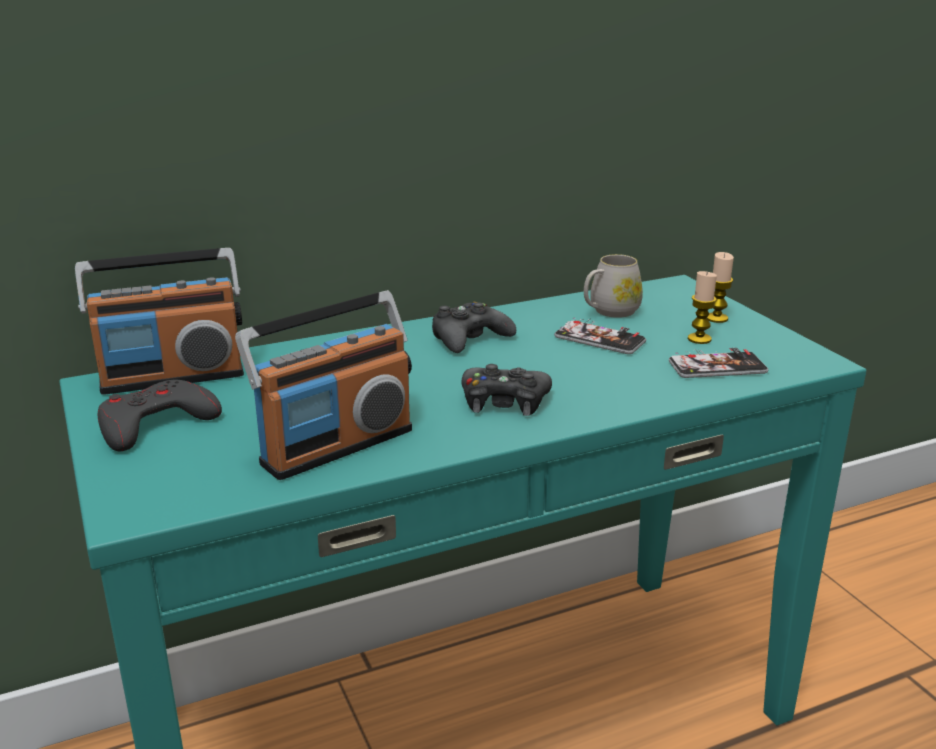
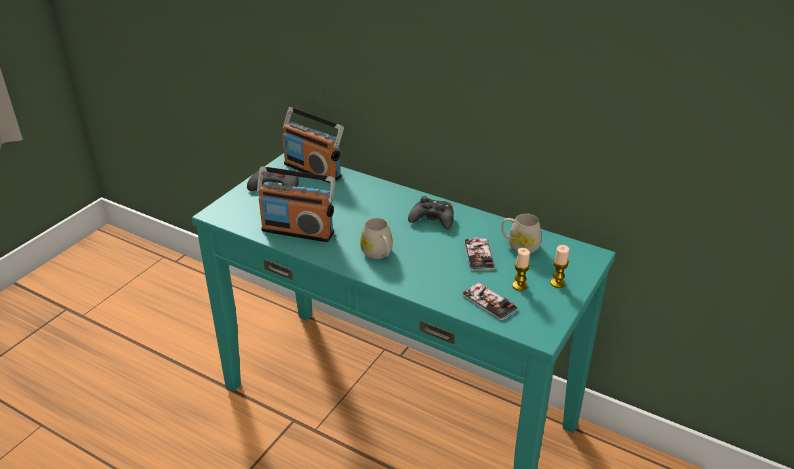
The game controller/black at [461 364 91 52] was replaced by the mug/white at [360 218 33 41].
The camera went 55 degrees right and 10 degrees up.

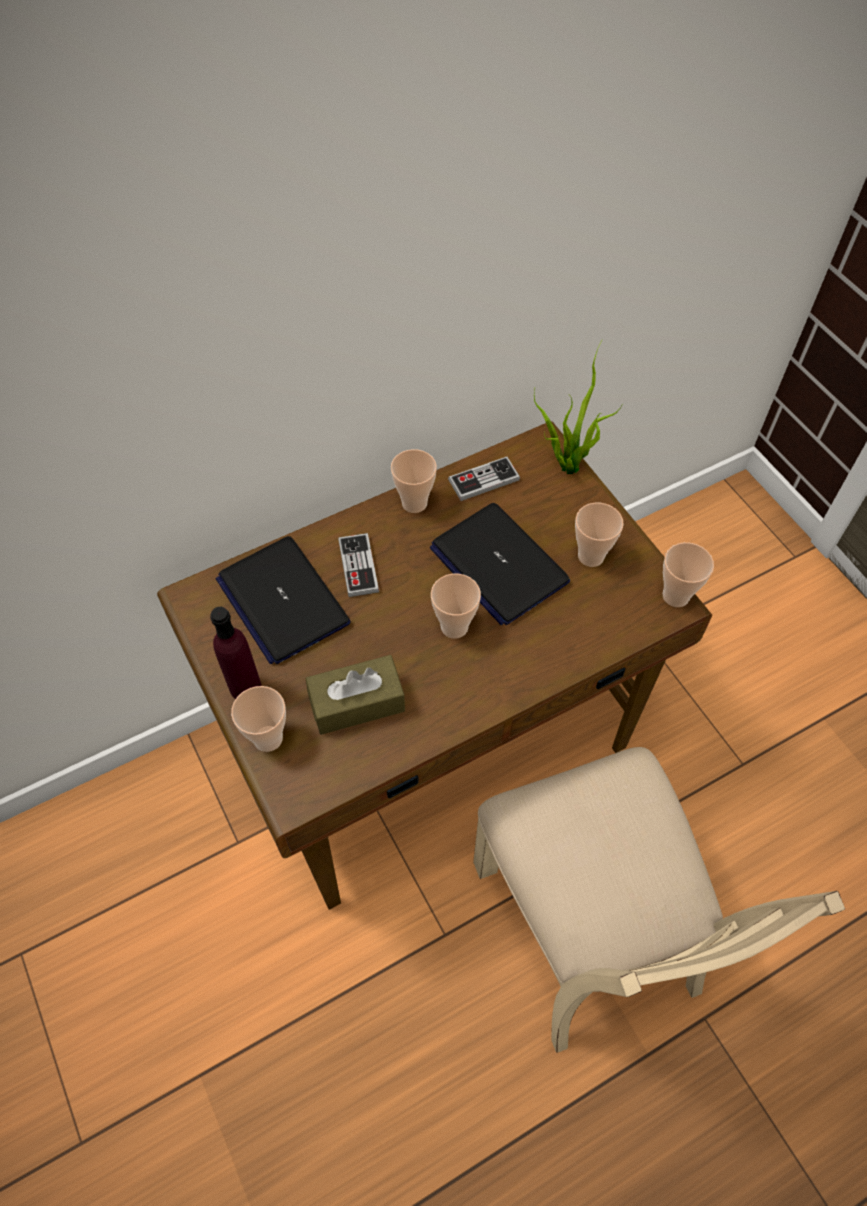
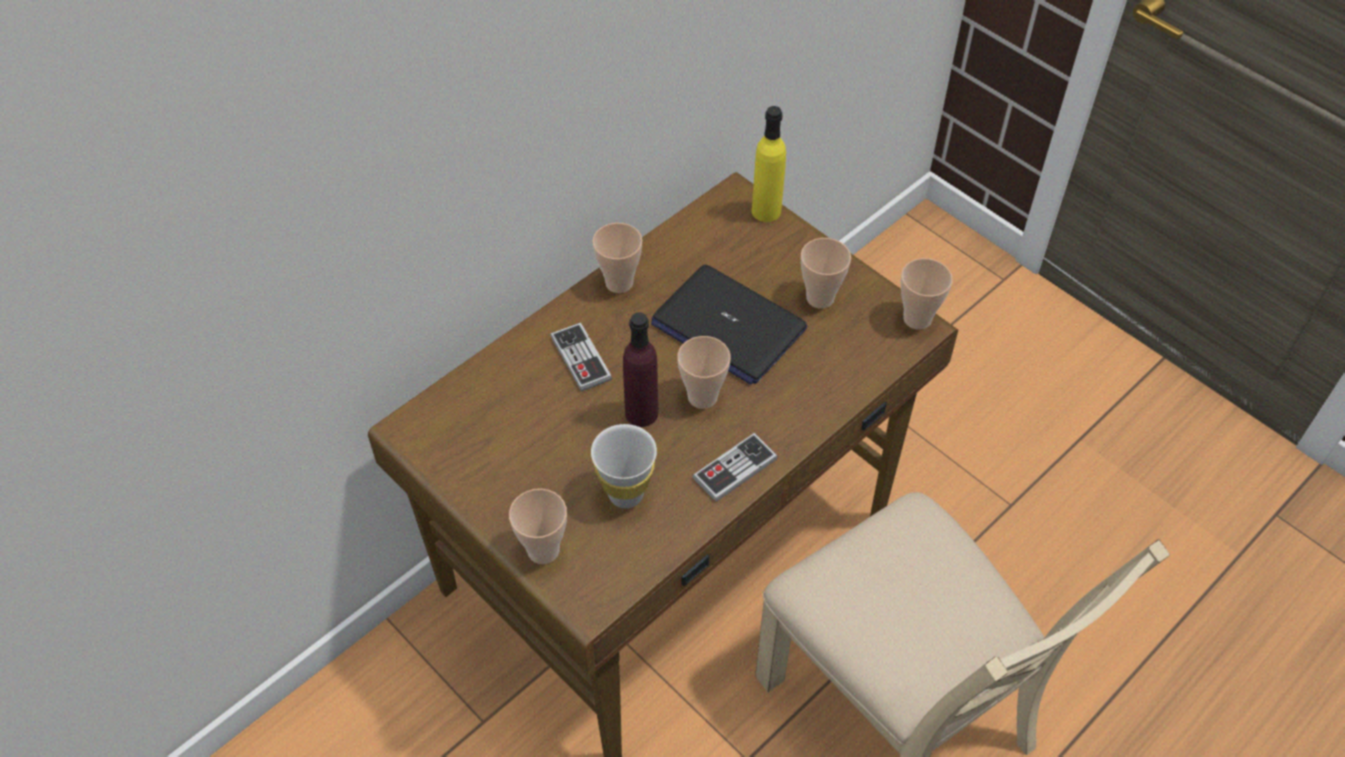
The laptop at [216 536 135 128] disappeared.
The bottle/purple moved from [210 607 51 92] to [623 312 35 115].
The game controller moved from [448 457 72 44] to [693 433 85 69].
The tissue box/brown at [306 655 99 80] was replaced by the cup/white at [591 424 66 84].
The potted plant at [534 339 88 135] was replaced by the bottle/yellow at [752 106 34 116].
The camera went 15 degrees left and 5 degrees down.

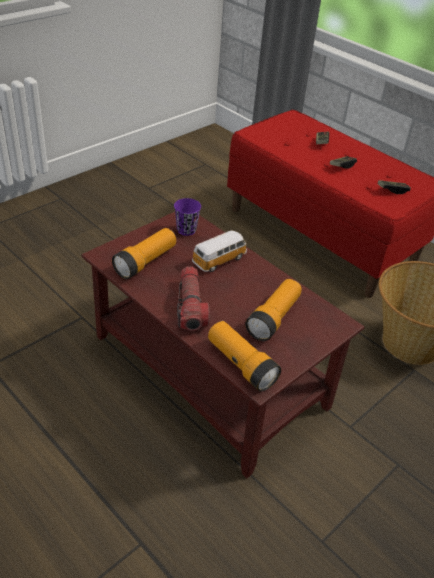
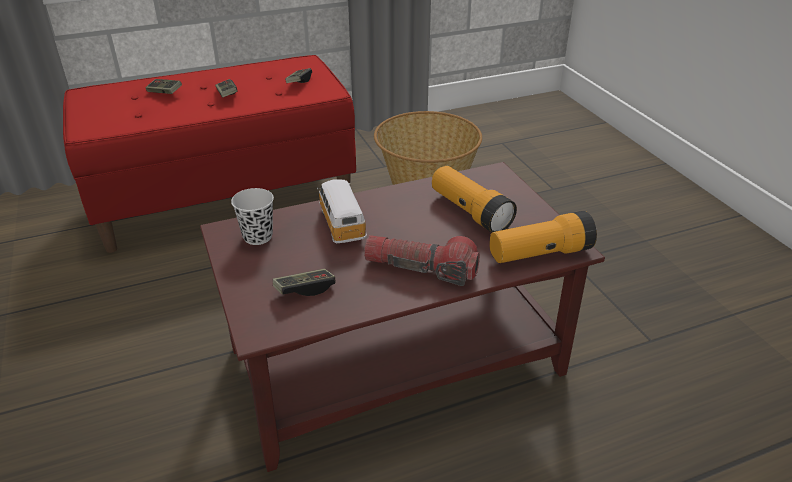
The flashlight at [112 228 64 51] was replaced by the game controller at [273 269 62 27].
The cup/purple at [174 198 27 38] became the cup/black at [231 188 43 57].
The camera went 65 degrees left and 5 degrees down.

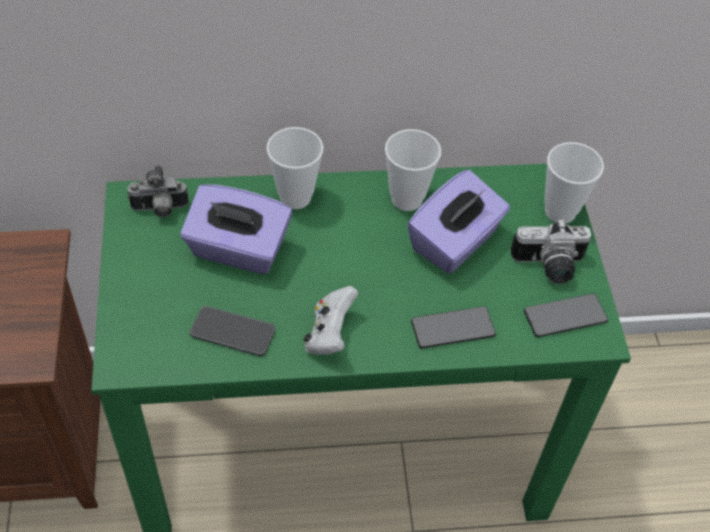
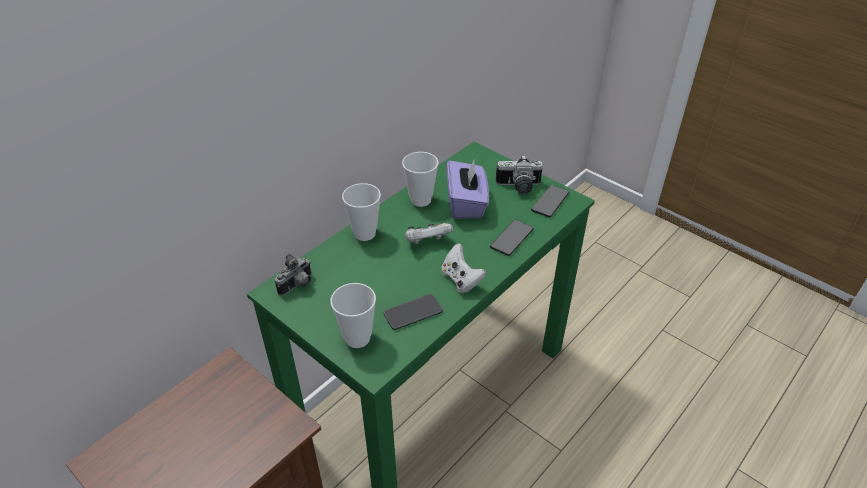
The tissue box/purple at [180 185 112 89] disappeared.
The game controller/white at [405 223 48 21] appeared.
The cup moved from [544 142 60 81] to [330 283 46 65].
The photo camera at [511 219 80 65] turned 45 degrees clockwise.
The camera went 40 degrees left and 10 degrees down.

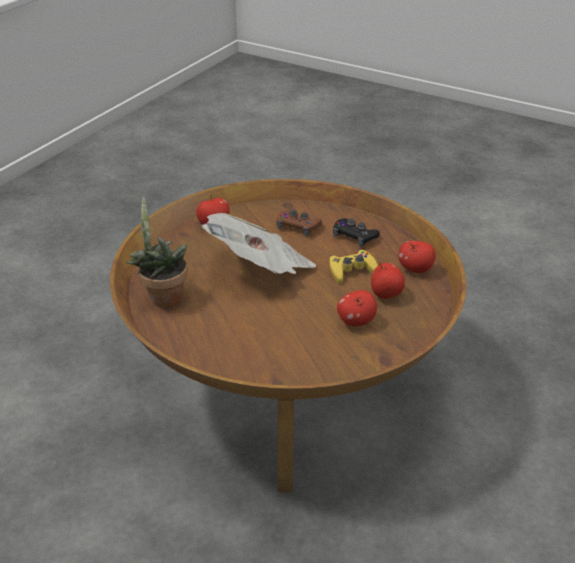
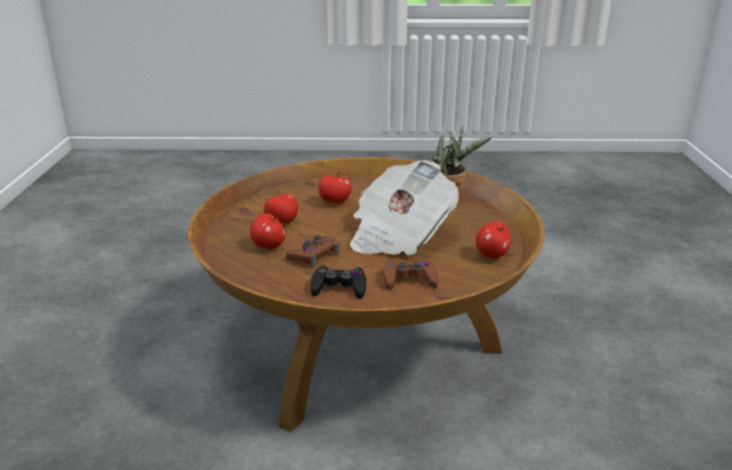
The apple moved from [398 241 38 32] to [319 172 33 32].
The game controller/yellow at [330 249 48 35] became the game controller/brown at [286 235 54 31].
The camera went 150 degrees right and 10 degrees down.

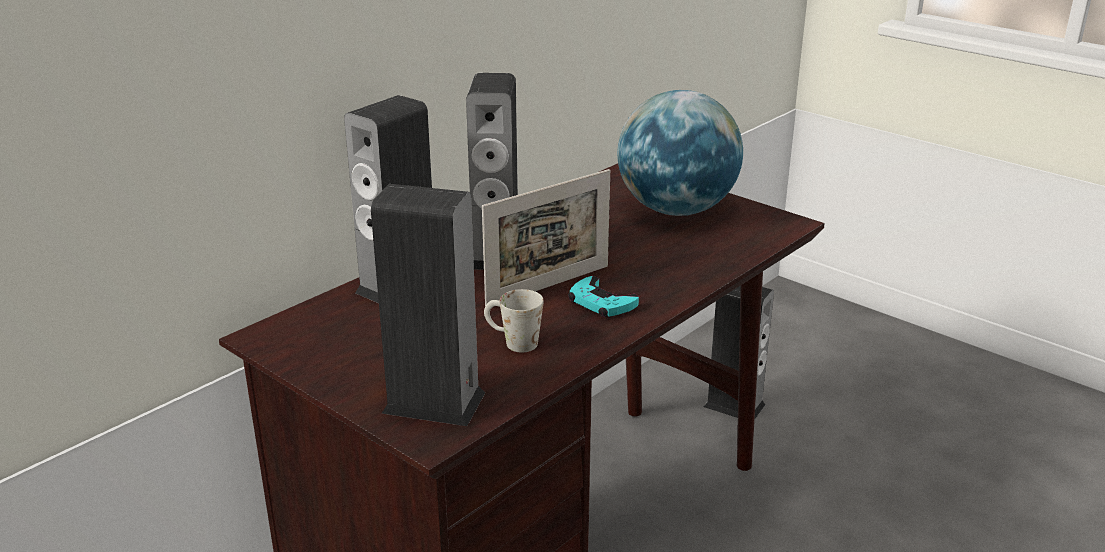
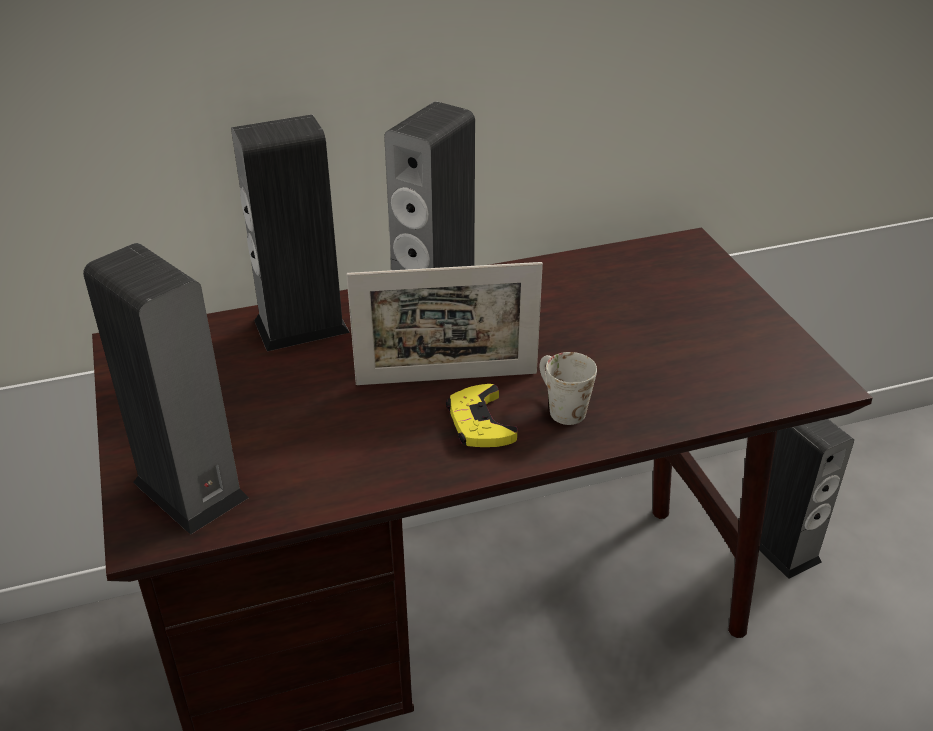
The globe at [617 90 126 126] disappeared.
The mug/white moved from [484 289 60 63] to [540 352 57 73].
The game controller/turquoise at [568 276 71 41] became the game controller/yellow at [446 384 71 63].
The camera went 30 degrees right and 10 degrees up.

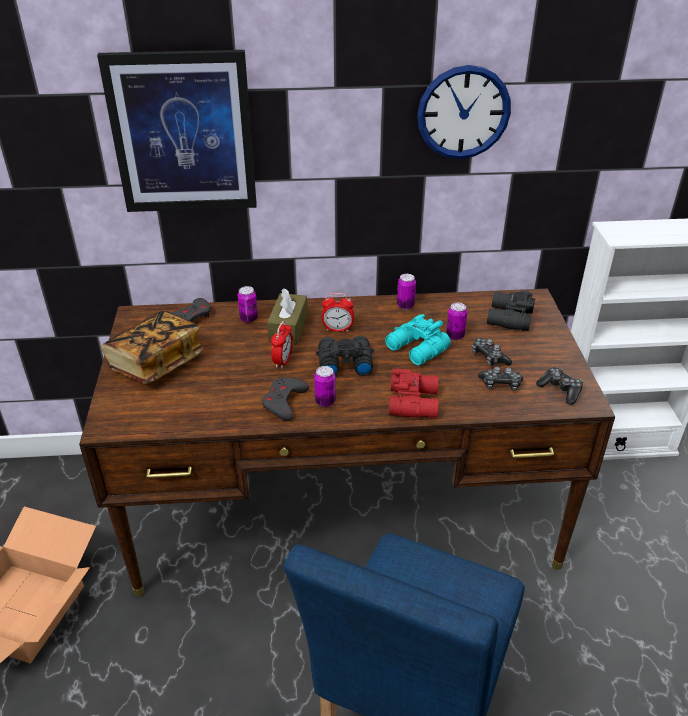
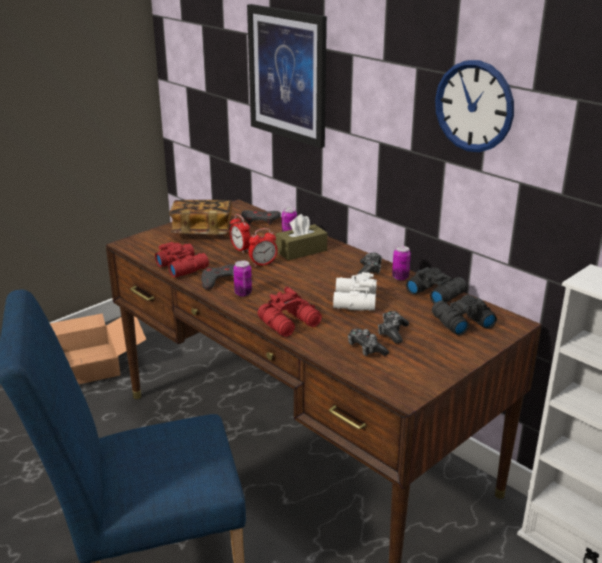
The can at [446 303 22 37] disappeared.
The binoculars/red at [155 242 54 35] appeared.
The binoculars/black moved from [316 335 58 41] to [406 267 61 37].
The alarm clock moved from [321 293 33 39] to [230 214 21 39].
The game controller moved from [536 367 47 38] to [357 253 25 21].
The binoculars/turquoise at [385 314 66 51] became the binoculars/white at [333 272 44 39].
The camera went 50 degrees right and 10 degrees down.

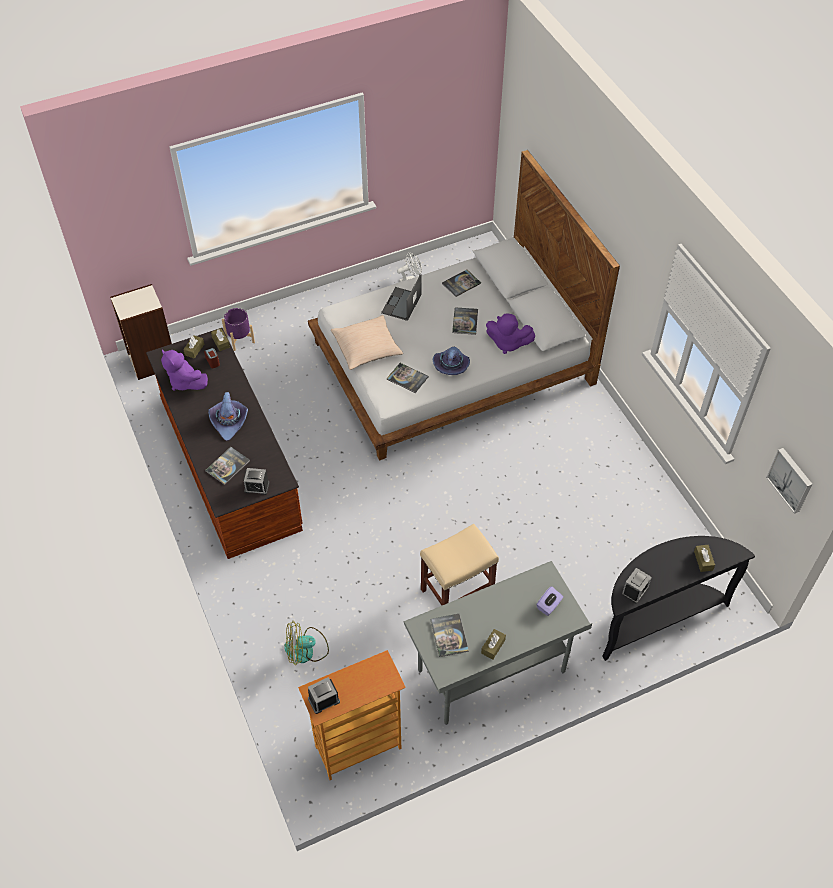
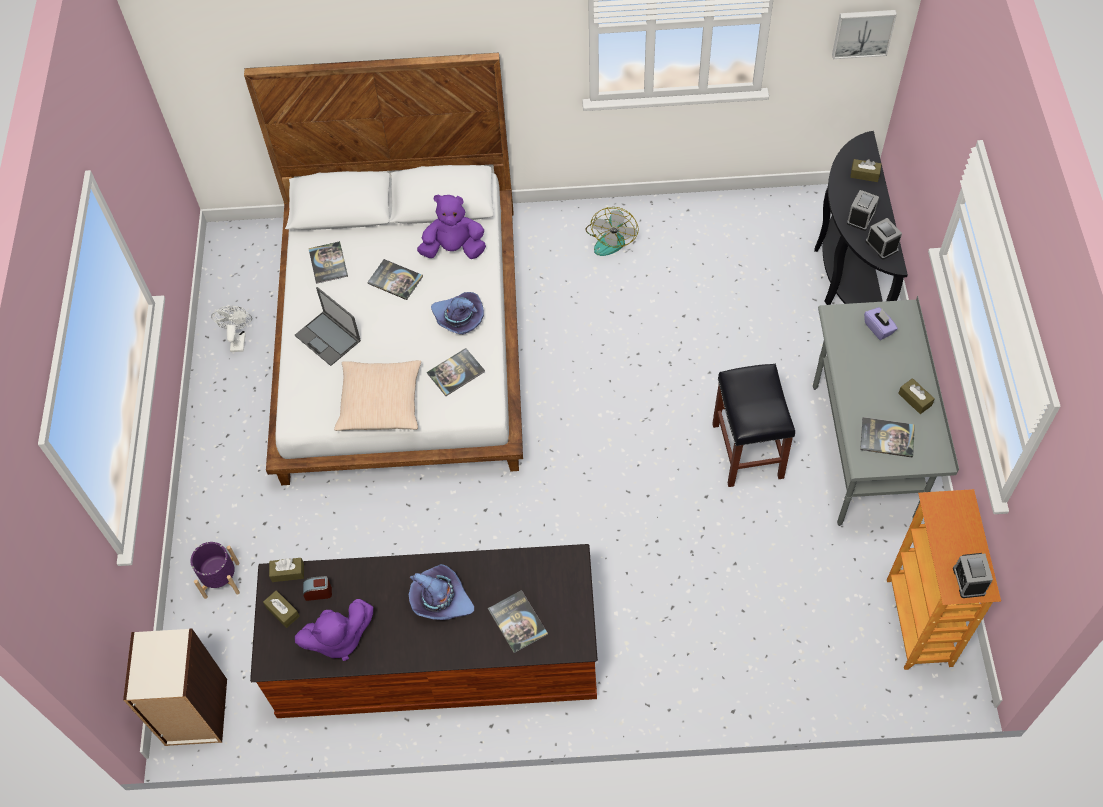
The alarm clock moved from [243 468 27 27] to [847 190 32 41].
The fan moved from [284 621 45 44] to [585 207 54 49].
The stool/beige at [420 524 79 81] became the stool/black at [712 364 83 123].
The plush toy/purple at [486 314 49 40] turned 135 degrees counterclockwise.
The camera went 65 degrees left and 5 degrees up.

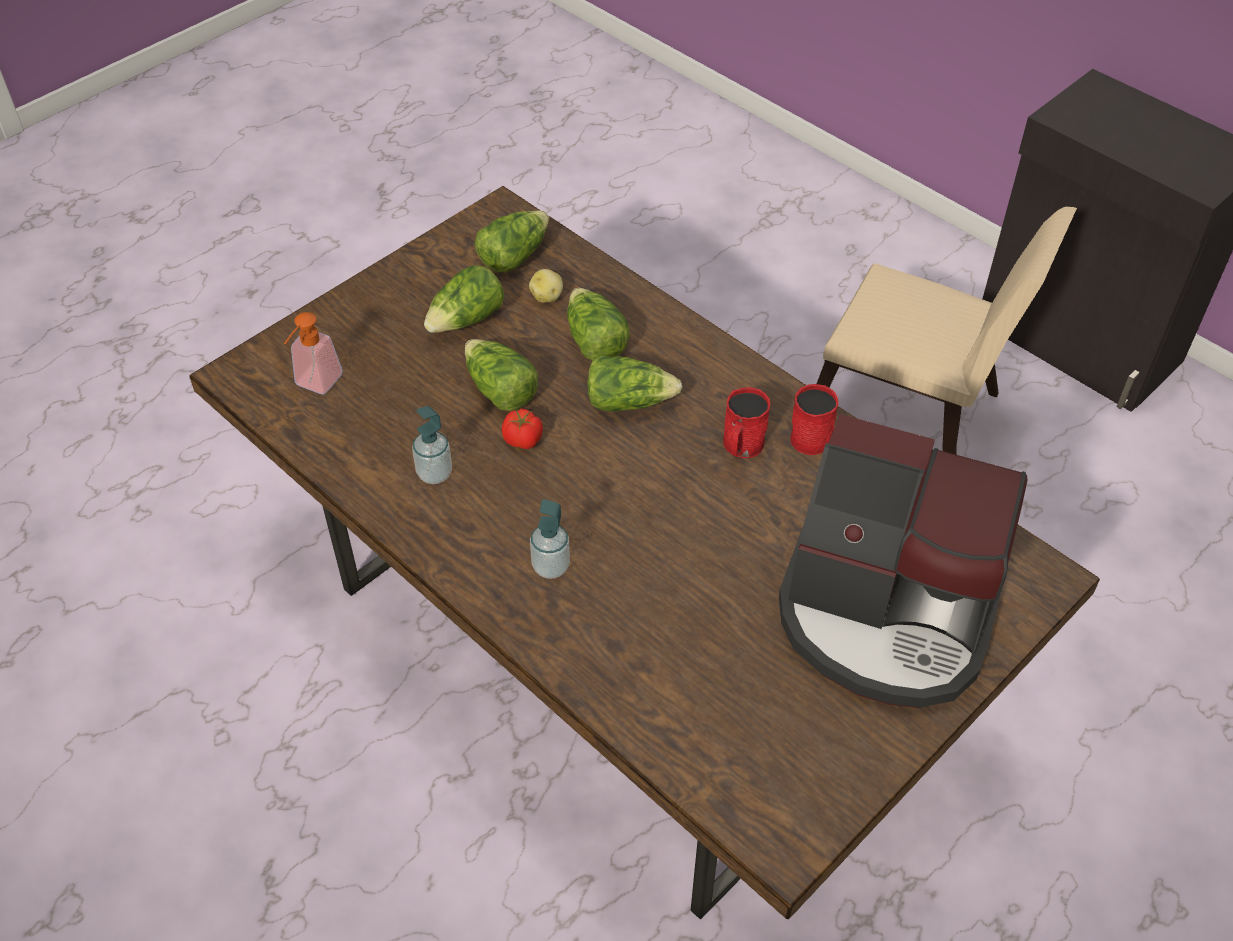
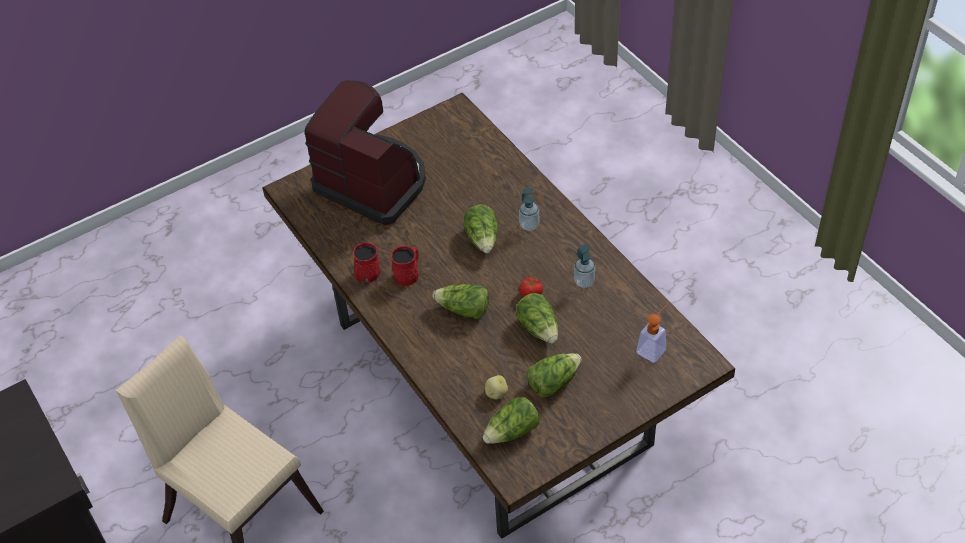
The lettuce moved from [567 288 63 72] to [464 204 34 49].
The camera went 165 degrees left and 0 degrees up.

